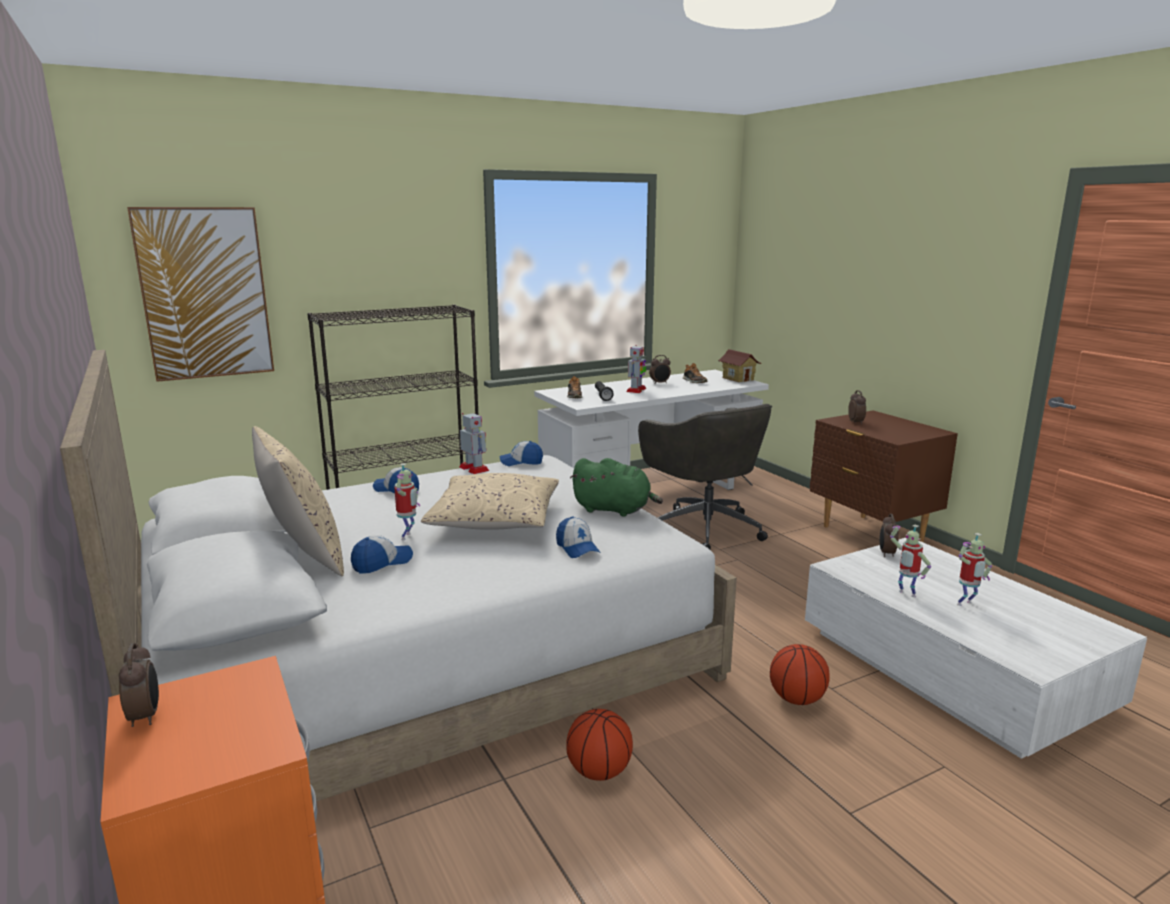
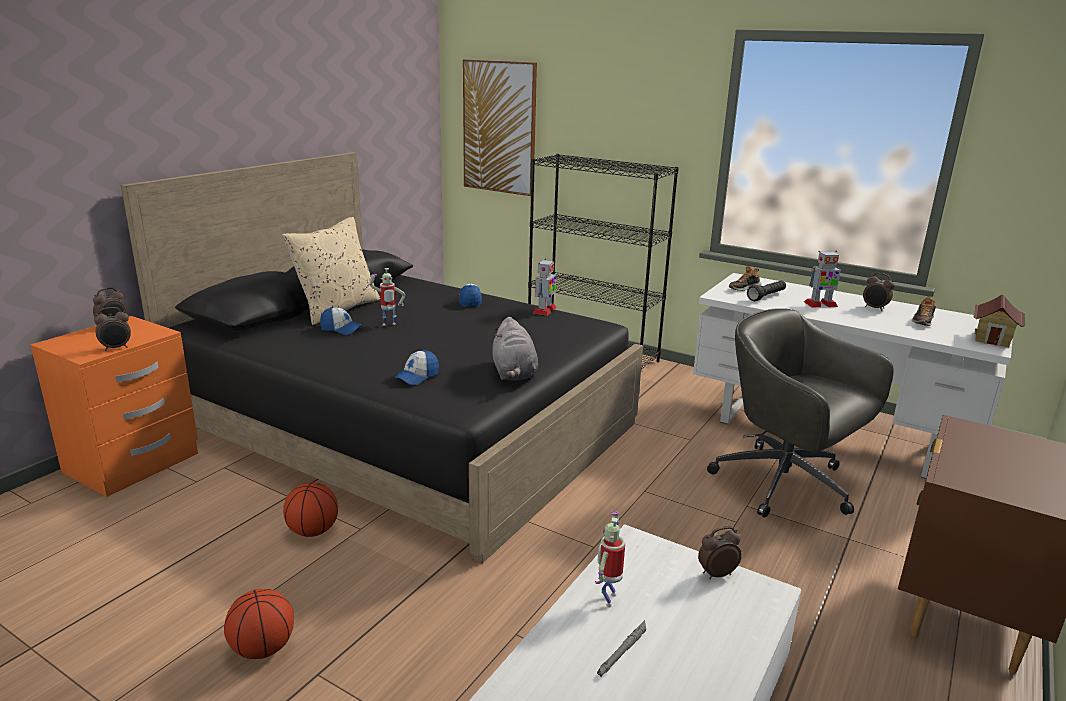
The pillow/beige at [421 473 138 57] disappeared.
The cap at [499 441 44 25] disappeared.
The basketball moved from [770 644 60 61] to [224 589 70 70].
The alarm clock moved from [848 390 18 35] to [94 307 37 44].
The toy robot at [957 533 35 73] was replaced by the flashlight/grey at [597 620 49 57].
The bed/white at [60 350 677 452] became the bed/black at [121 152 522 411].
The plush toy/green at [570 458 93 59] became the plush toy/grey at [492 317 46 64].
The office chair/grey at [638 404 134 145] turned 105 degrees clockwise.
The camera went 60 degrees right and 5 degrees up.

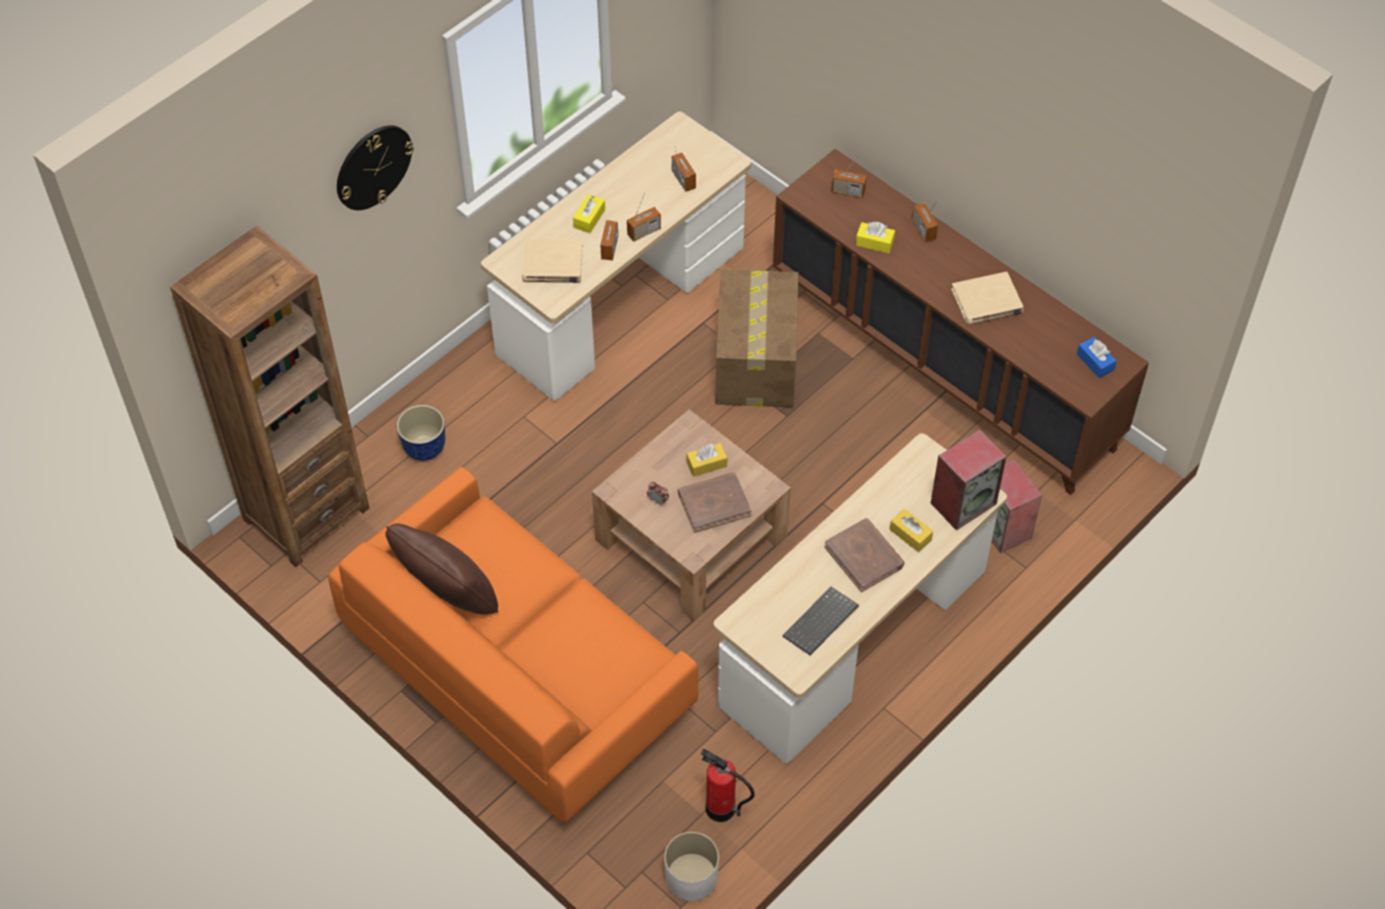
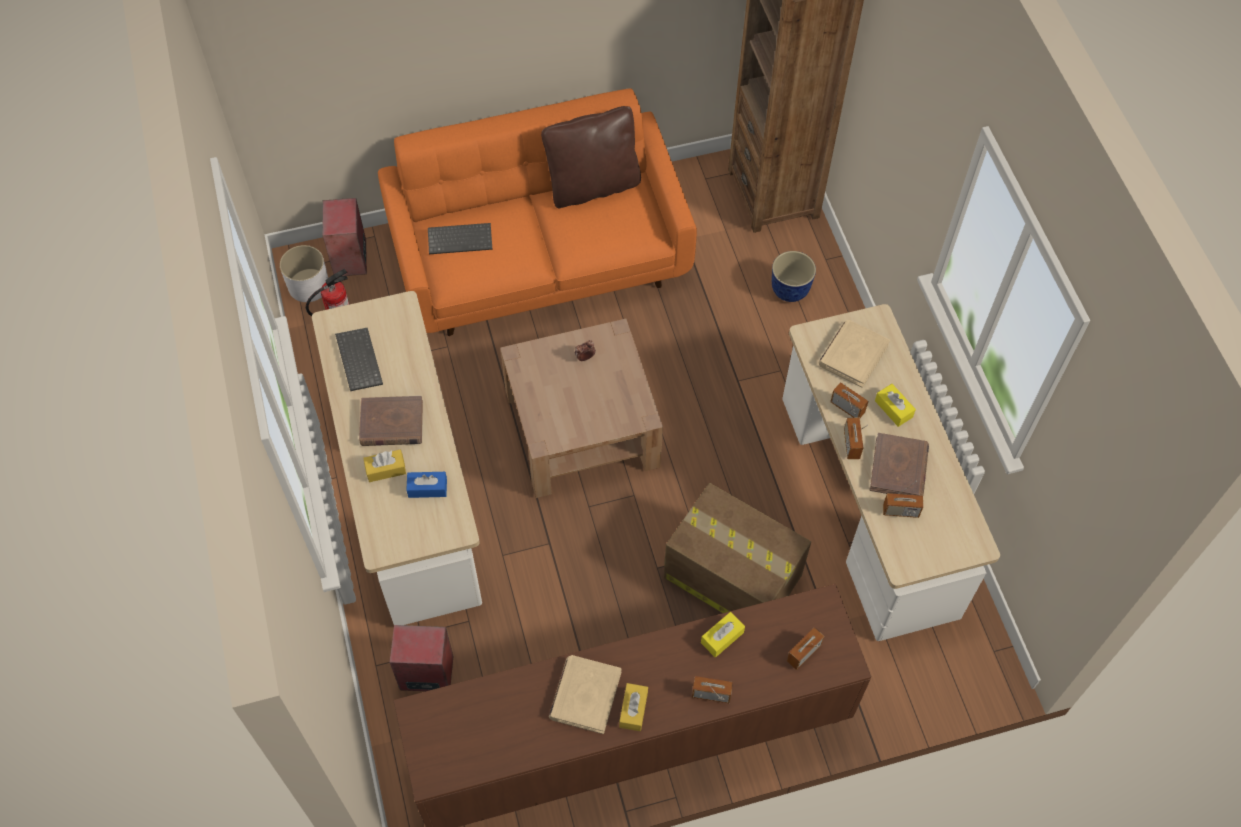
The wall clock at [337 125 77 85] disappeared.
The keyboard at [428 223 65 31] appeared.
The book/brown moved from [678 472 74 61] to [870 433 59 63].
The tissue box/yellow moved from [687 443 40 34] to [619 683 29 48].
The speaker moved from [931 430 76 100] to [322 198 45 78].
The tissue box/blue moved from [1077 337 40 41] to [406 472 41 26].
The camera went 120 degrees right and 5 degrees up.

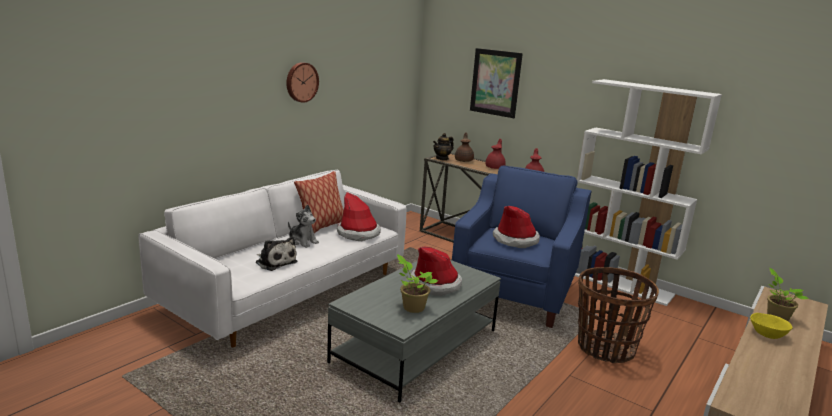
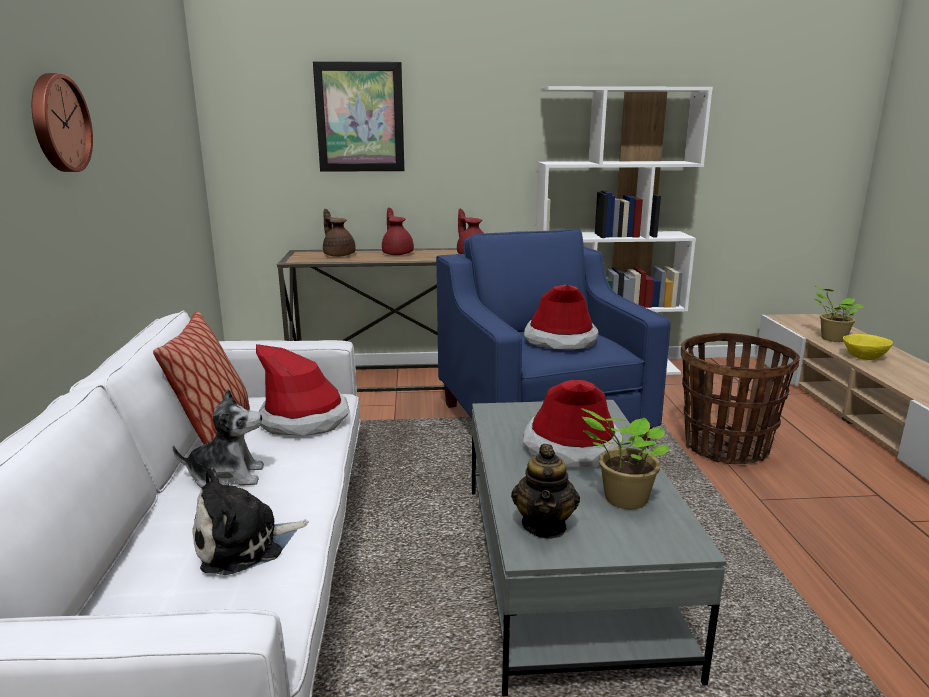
The teapot moved from [433 133 21 27] to [511 444 69 95].
The plush toy at [256 237 41 34] turned 150 degrees clockwise.
The camera went 40 degrees left and 0 degrees up.

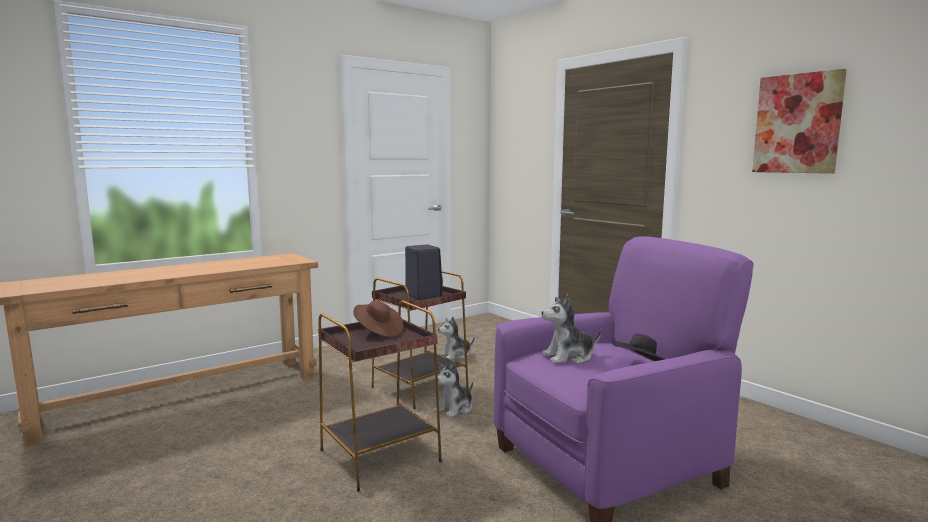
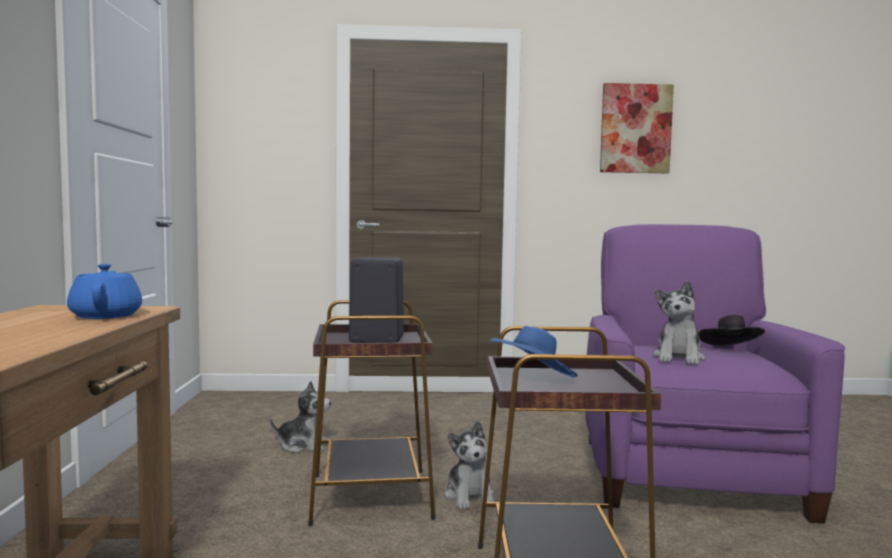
The teapot/blue at [67 264 75 55] appeared.
The hat/brown at [353 300 50 37] became the hat/blue at [490 326 88 51].
The plush toy at [438 317 37 42] turned 90 degrees counterclockwise.
The camera went 55 degrees left and 5 degrees down.

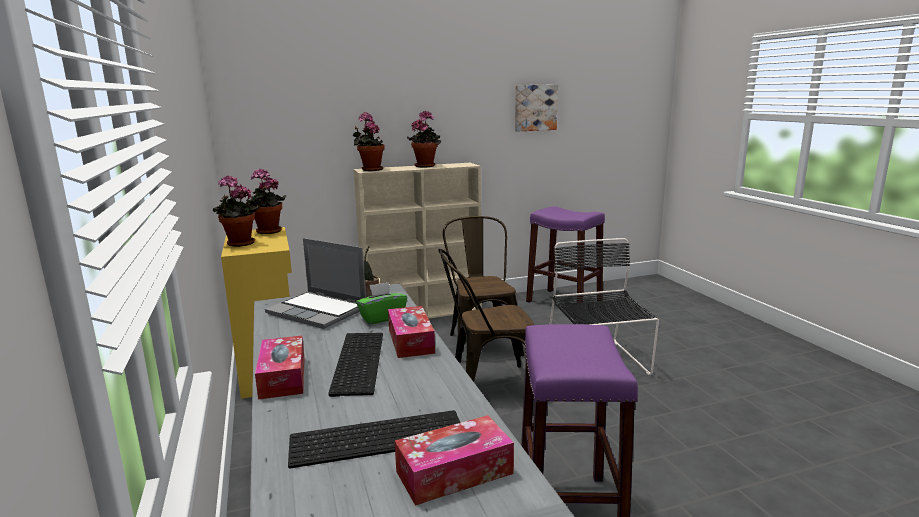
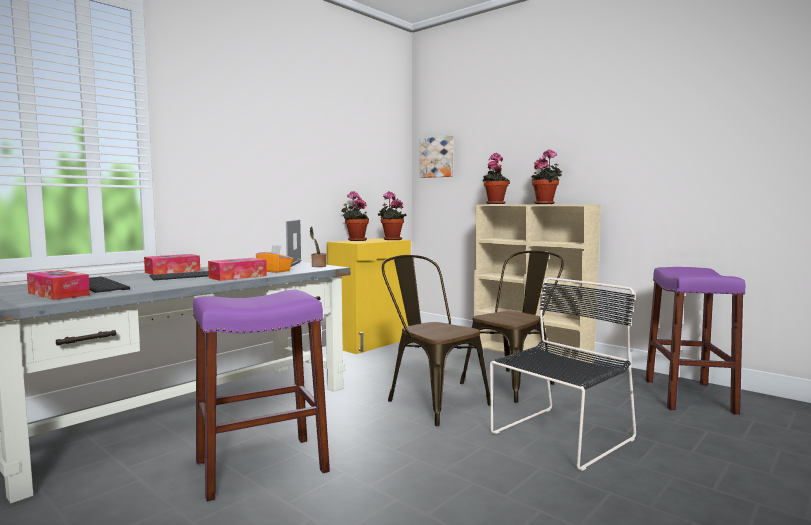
The picture moved from [515 84 43 47] to [420 135 33 43].
The tissue box/green at [356 282 51 42] became the tissue box/orange at [256 245 37 28].
The camera went 60 degrees right and 10 degrees down.

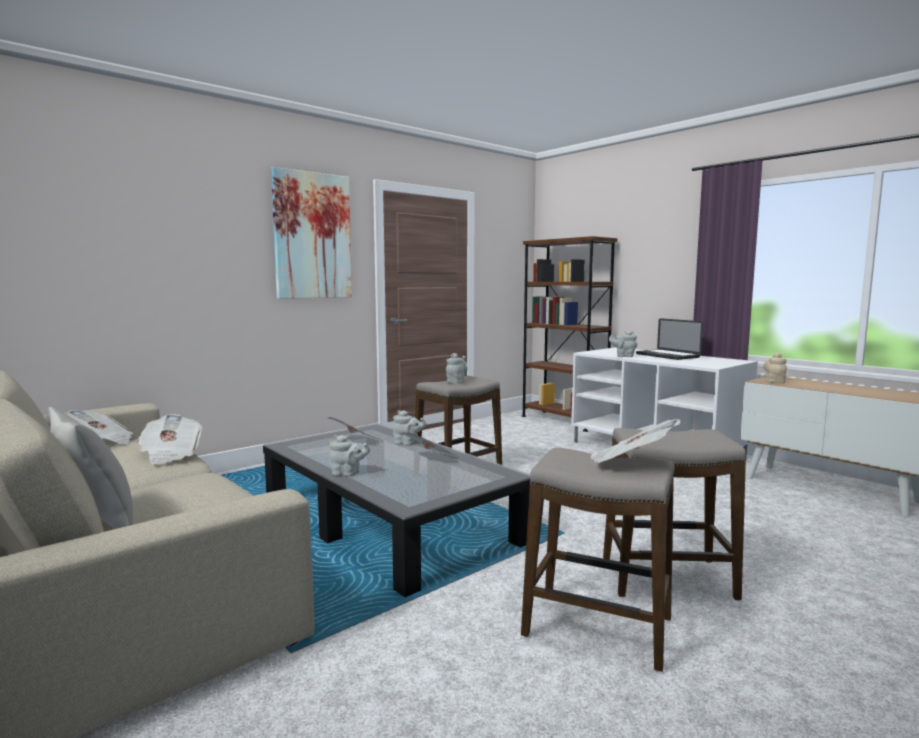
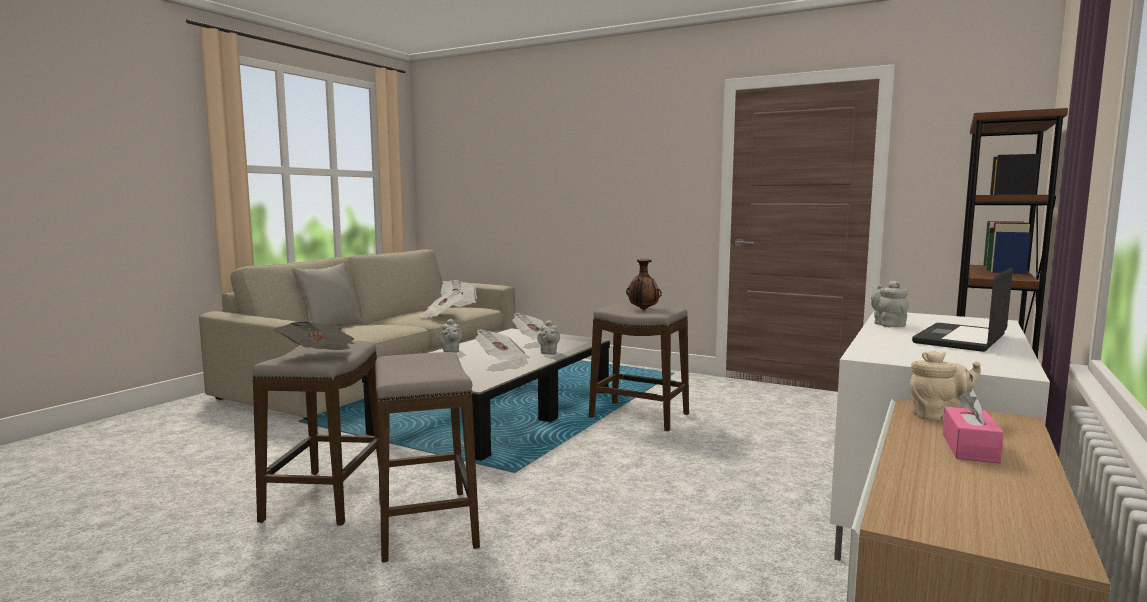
The picture at [271 167 81 132] disappeared.
The tissue box/pink at [942 389 62 74] appeared.
The teapot/grey at [446 353 22 30] was replaced by the vase at [626 259 36 51].
The camera went 70 degrees right and 0 degrees up.

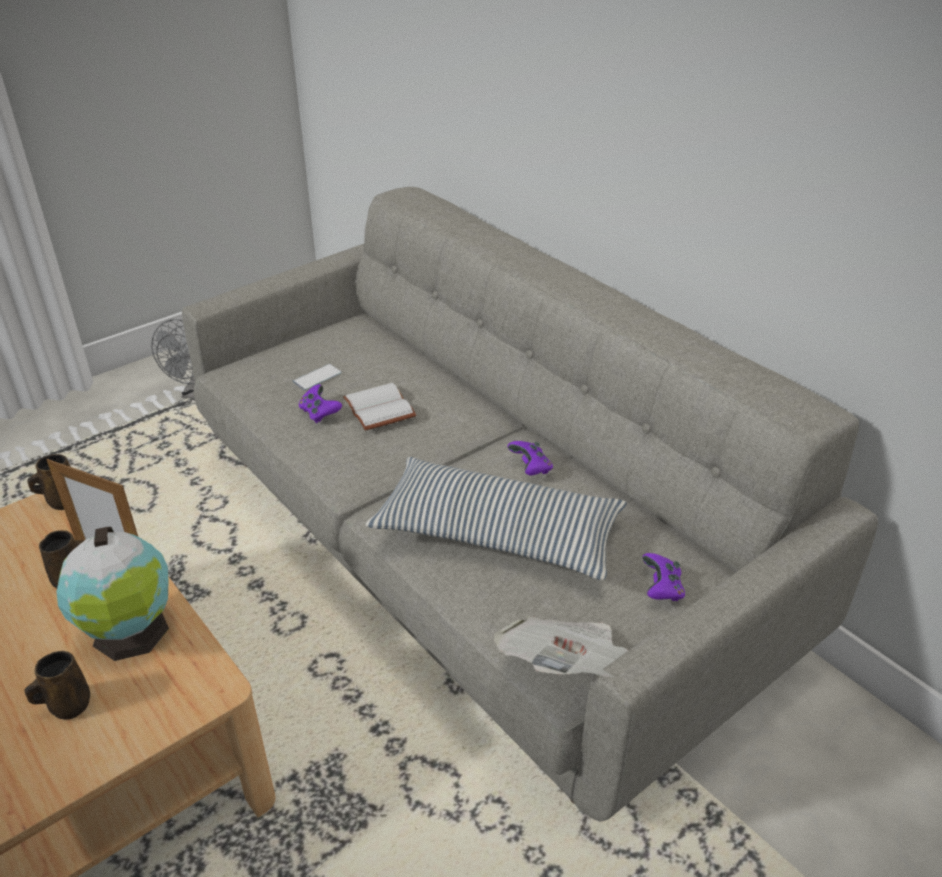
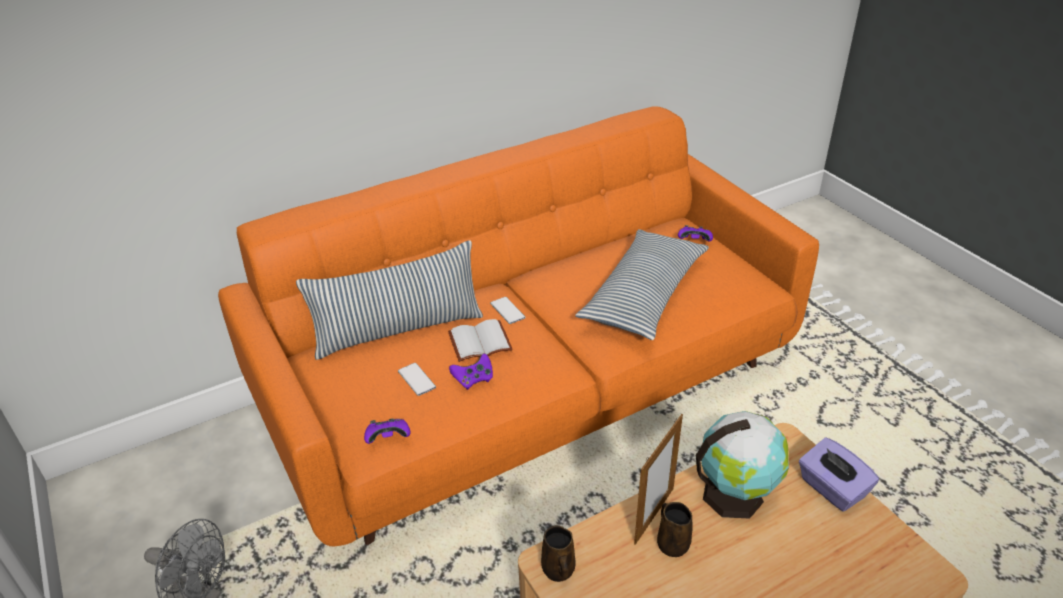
The mug/brown at [24 651 66 69] disappeared.
The newspaper at [493 616 135 61] disappeared.
The pillow at [296 240 187 120] appeared.
The phone at [490 297 35 27] appeared.
The tissue box/purple at [799 438 80 74] appeared.
The game controller/purple moved from [507 441 46 34] to [364 418 46 26].
The sofa/grey at [182 187 696 634] became the sofa/orange at [218 106 601 440].
The camera went 80 degrees left and 0 degrees up.

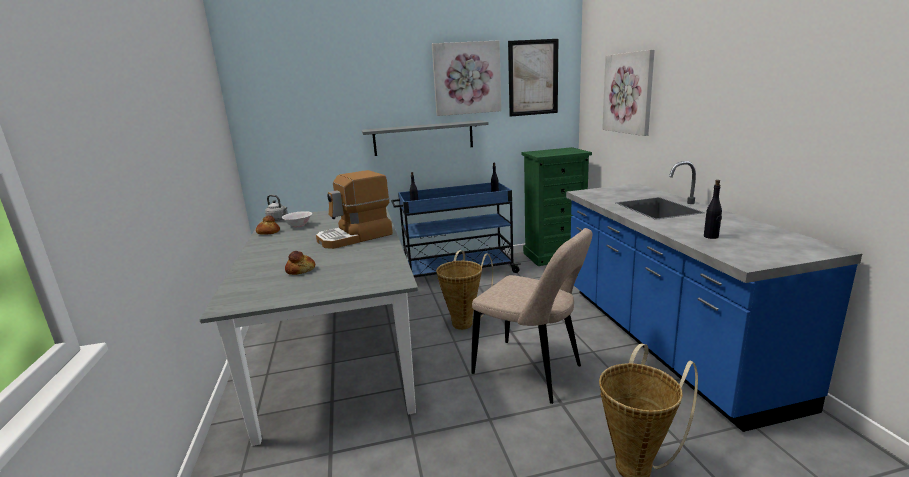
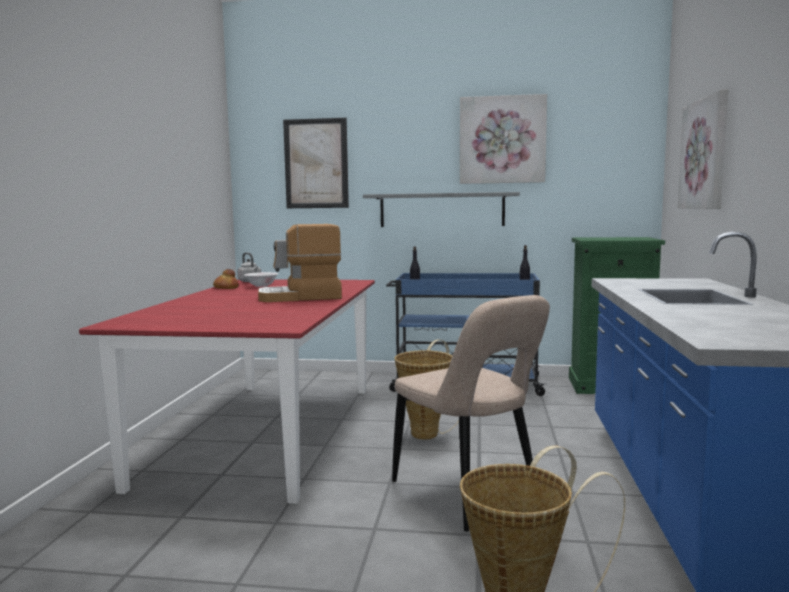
The bread at [285 251 30 24] disappeared.
The bottle/black at [704 180 18 59] disappeared.
The picture moved from [508 39 50 78] to [283 118 66 90].
The dining table/grey at [199 207 219 239] became the dining table/red at [79 279 296 225].
The camera went 20 degrees right and 10 degrees down.

